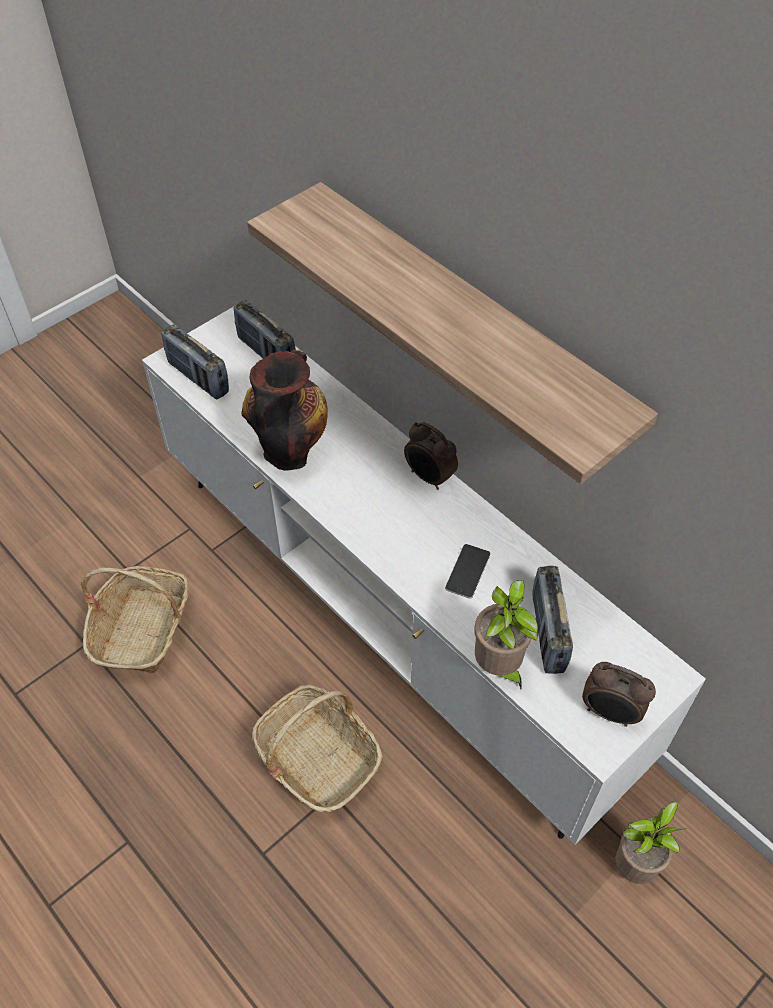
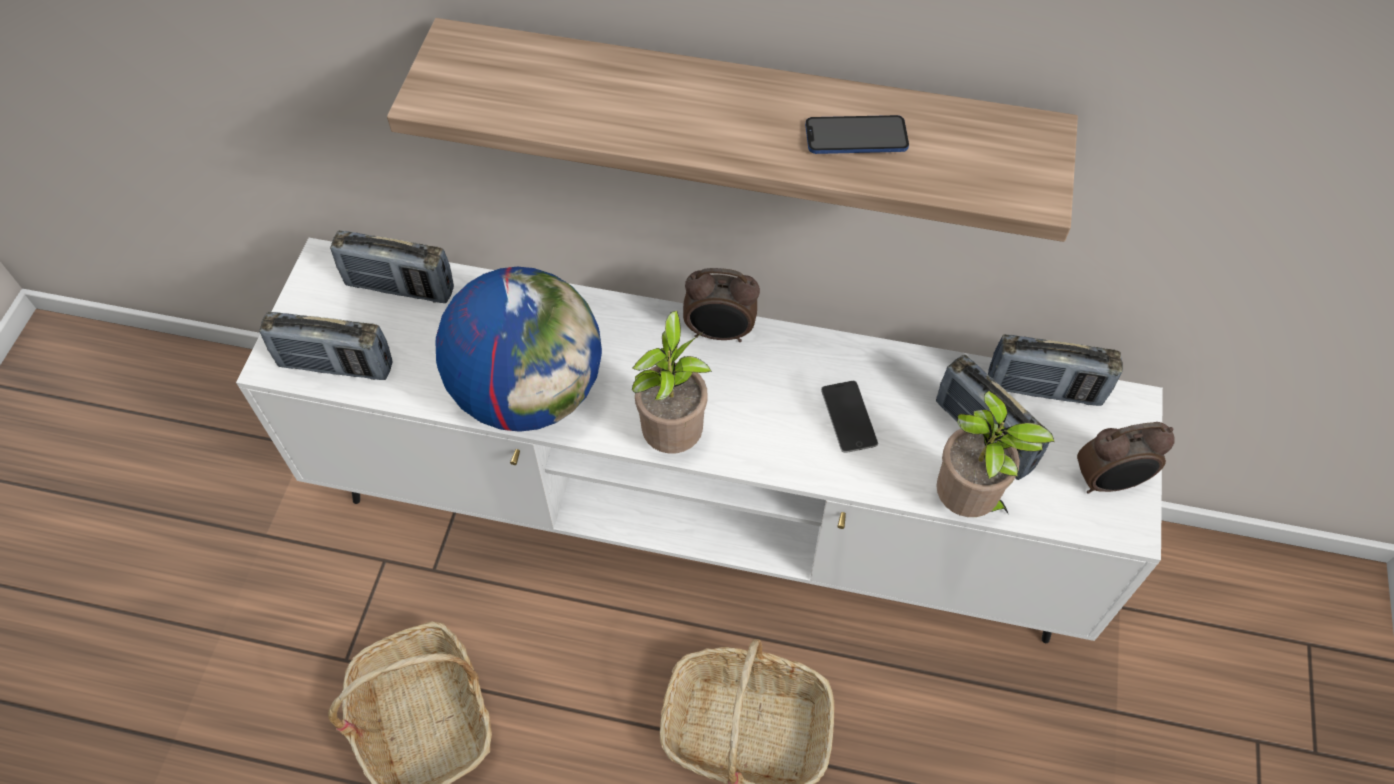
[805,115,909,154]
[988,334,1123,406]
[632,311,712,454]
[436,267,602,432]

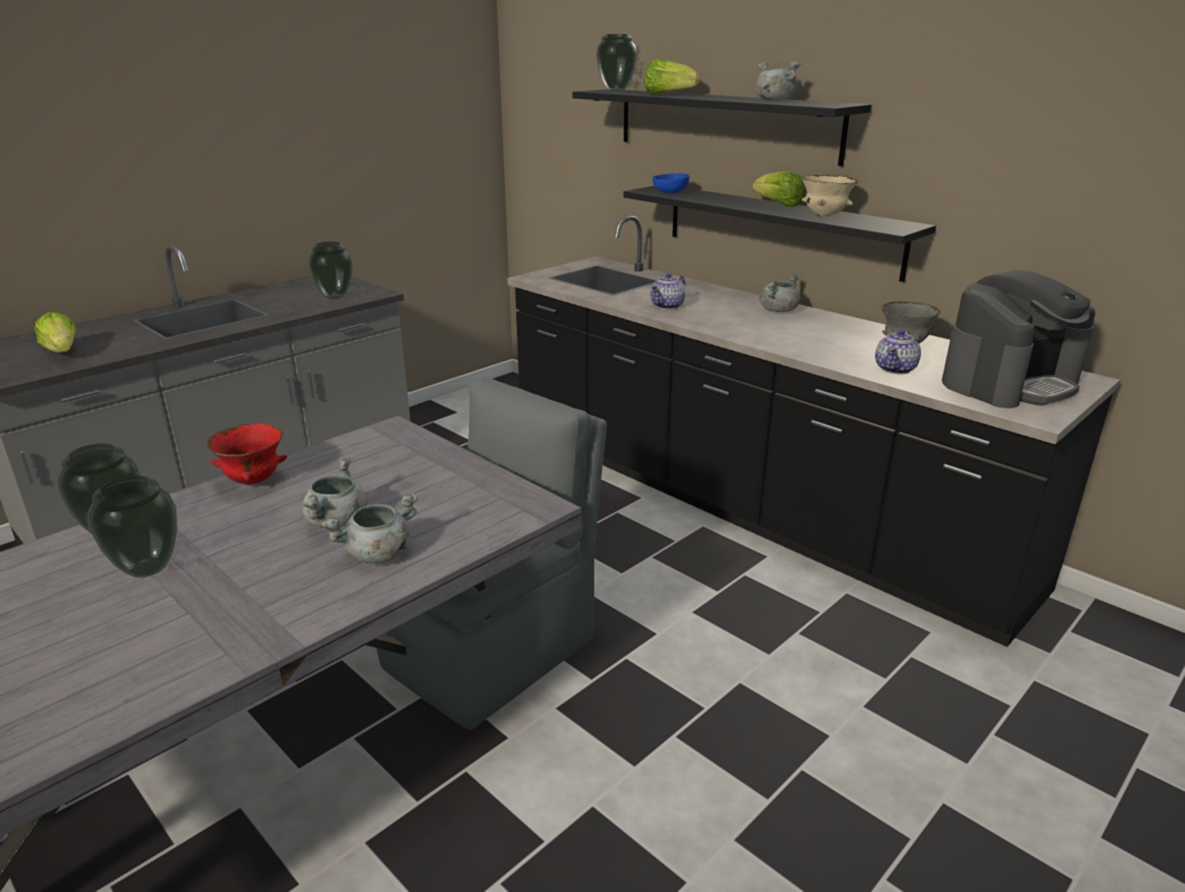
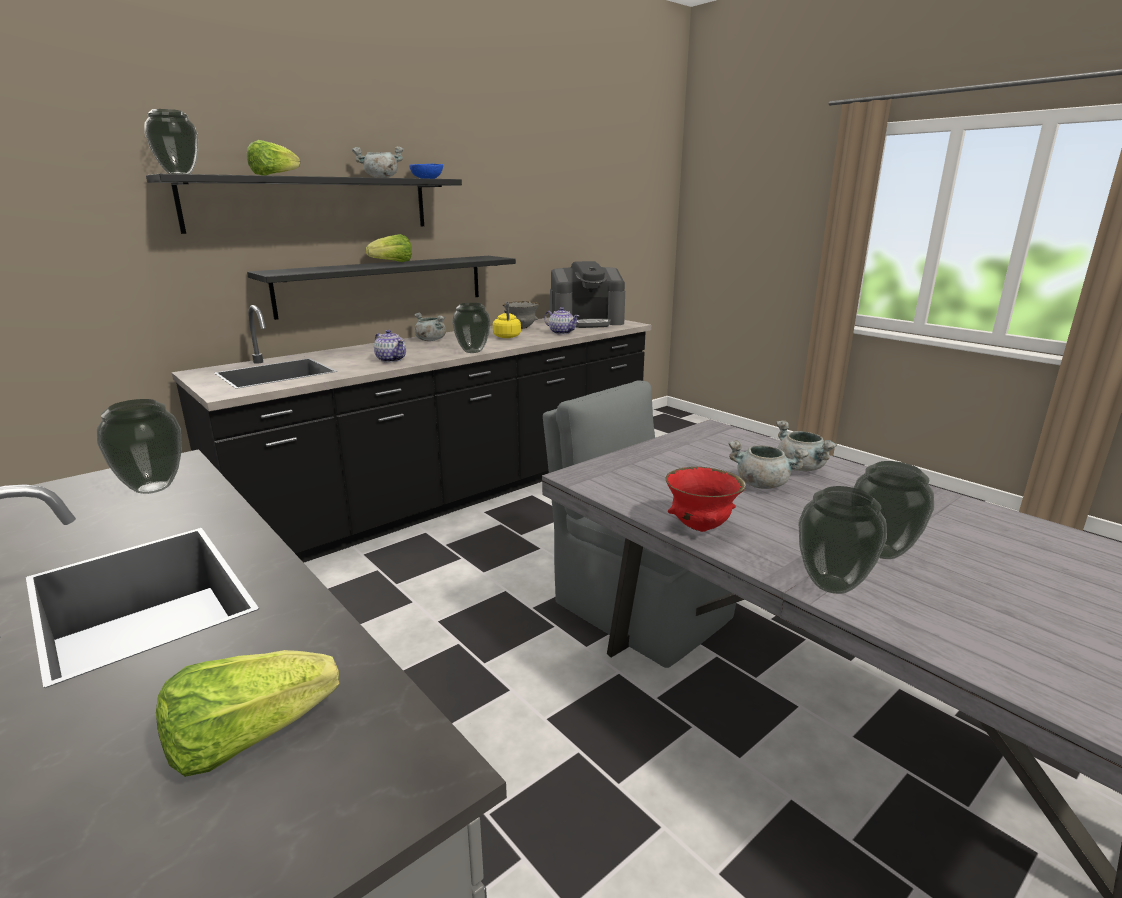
[802,175,859,217] (first image)
[452,303,490,353]
[493,301,521,338]
[409,164,443,179]
[550,261,625,328]

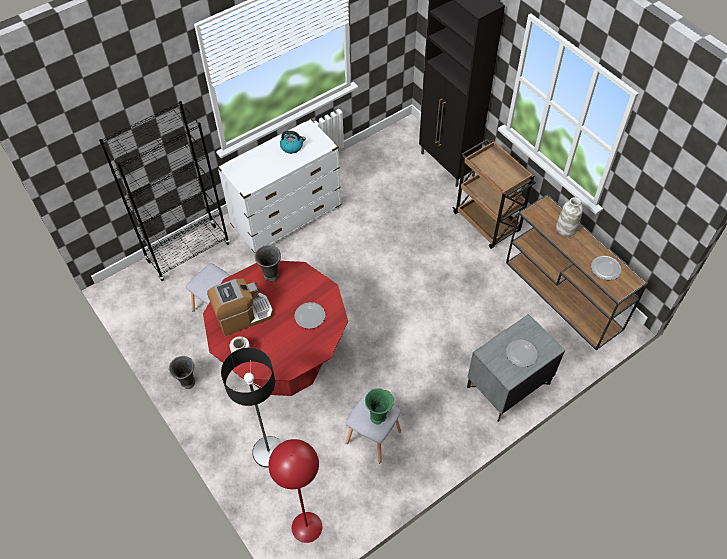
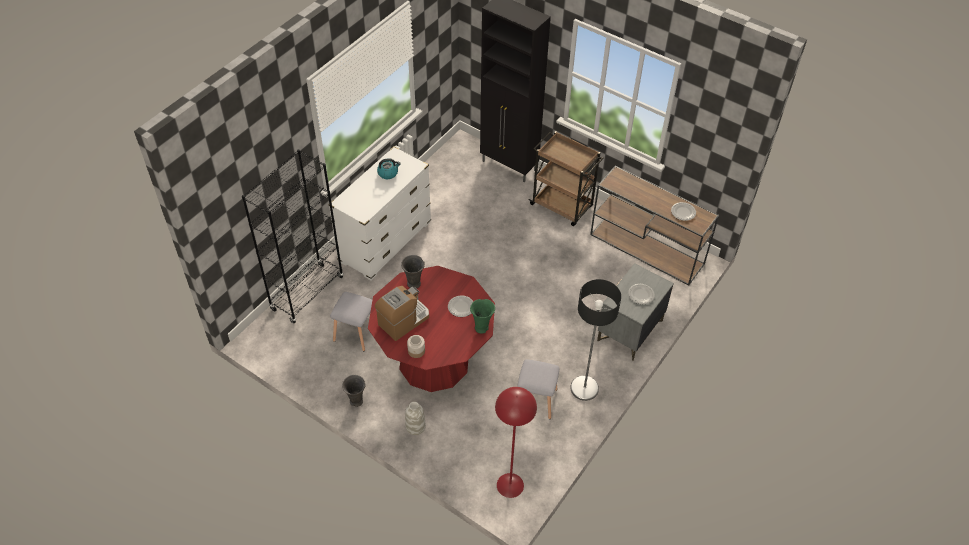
[570,279,621,401]
[470,299,495,334]
[405,402,426,435]

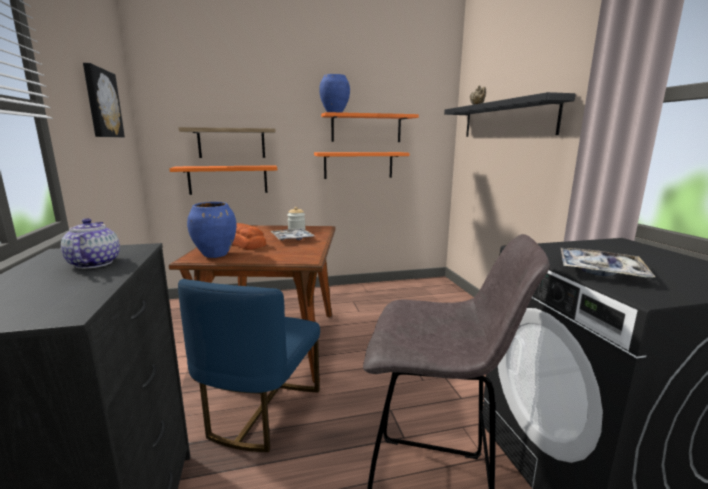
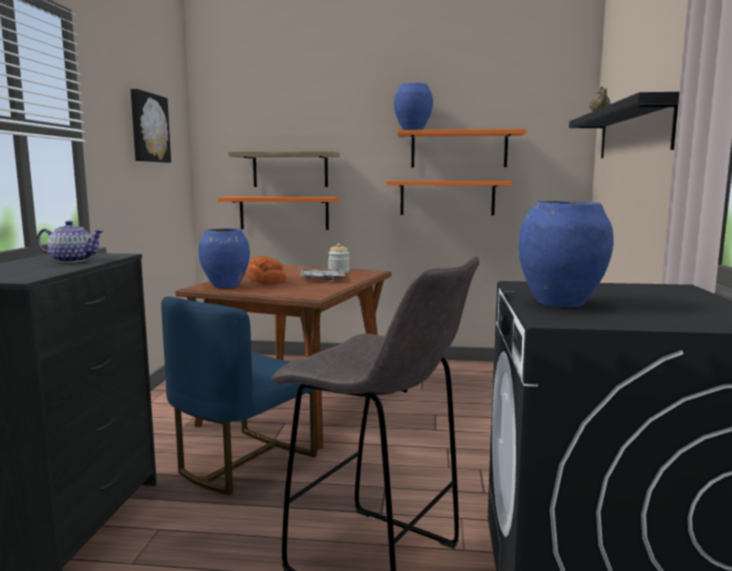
[518,201,614,307]
[36,221,104,263]

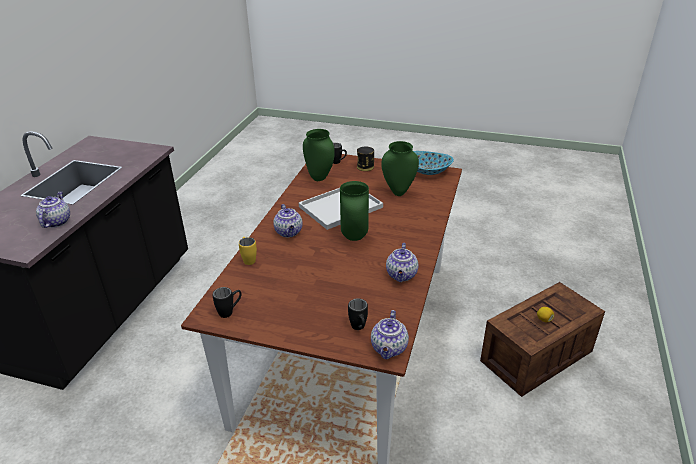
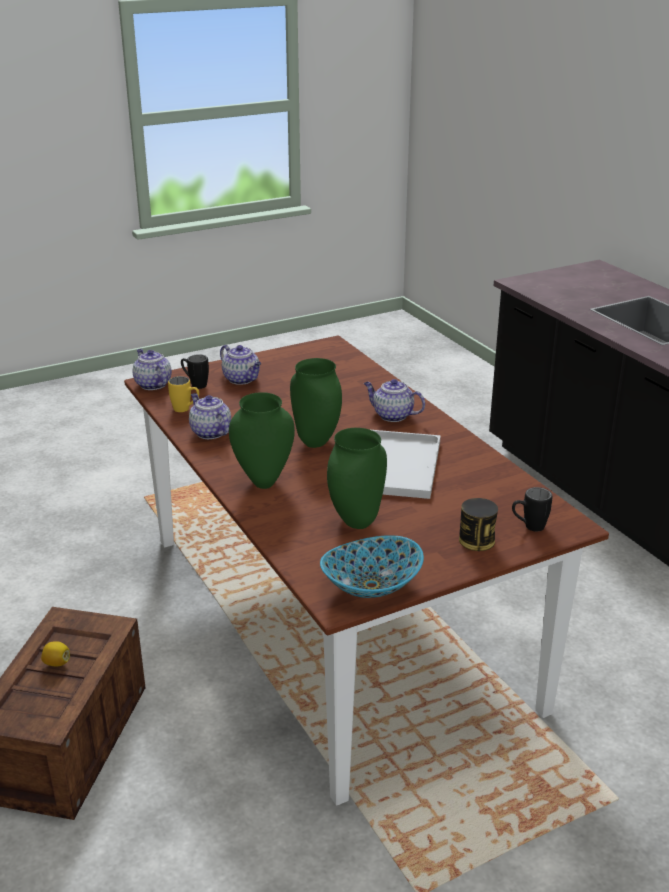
[213,287,241,318] (first image)
[220,345,261,385]
[168,376,199,412]
[229,392,295,489]

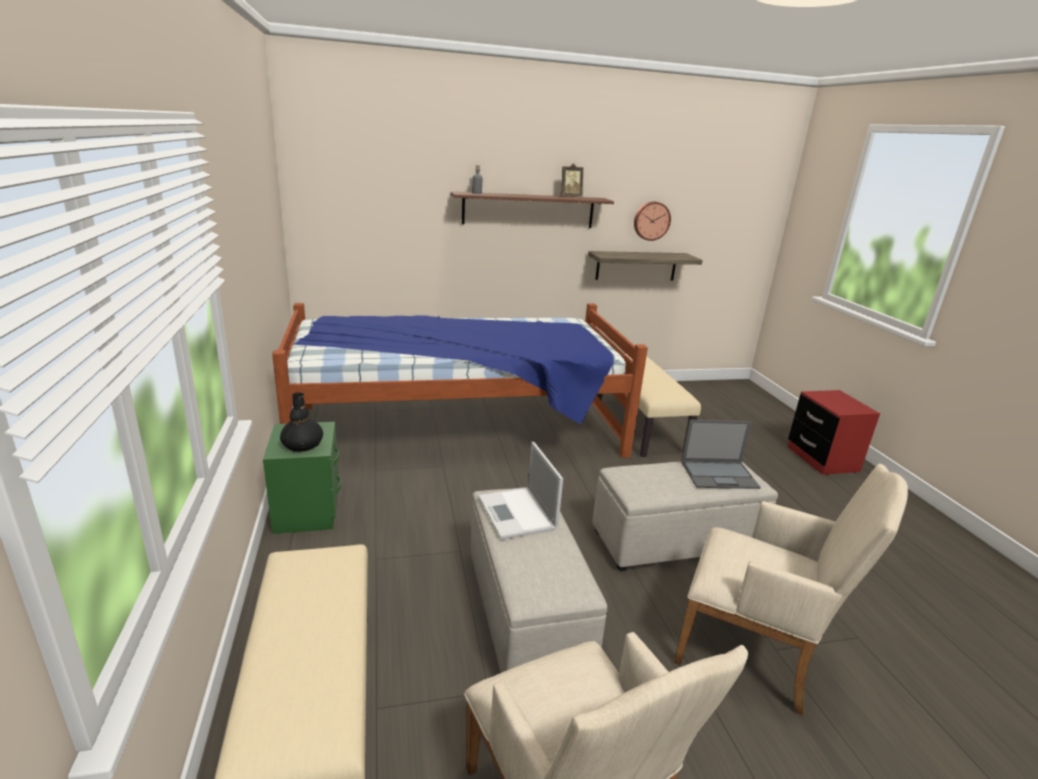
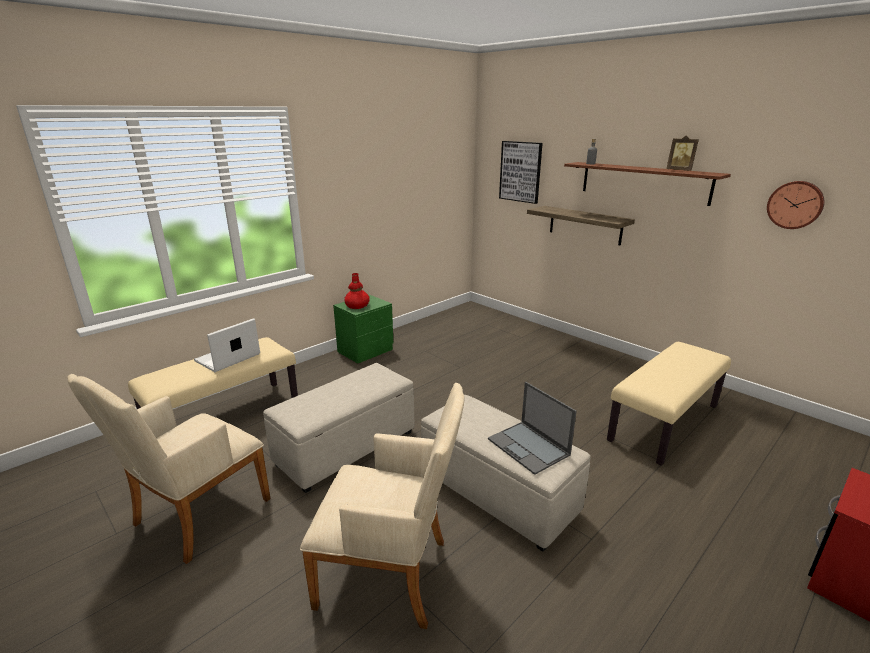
[272,303,648,458] (first image)
[499,141,543,204]
[194,318,260,372]
[527,206,635,245]
[345,273,370,309]
[300,383,465,629]

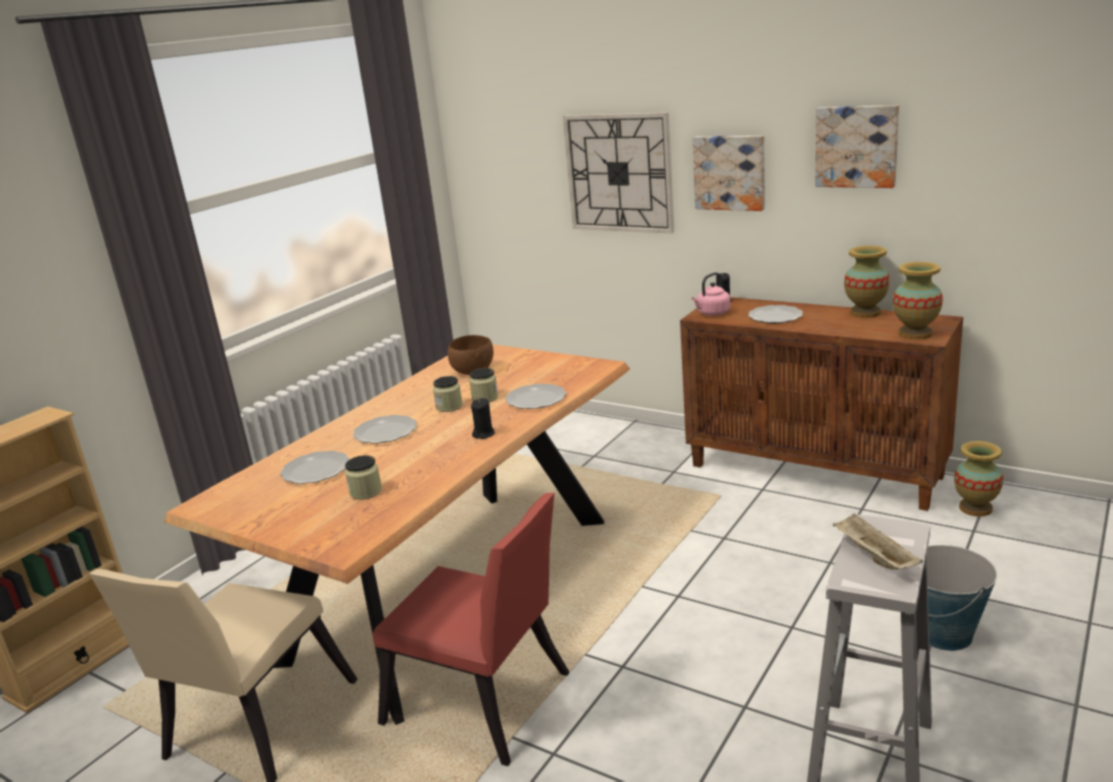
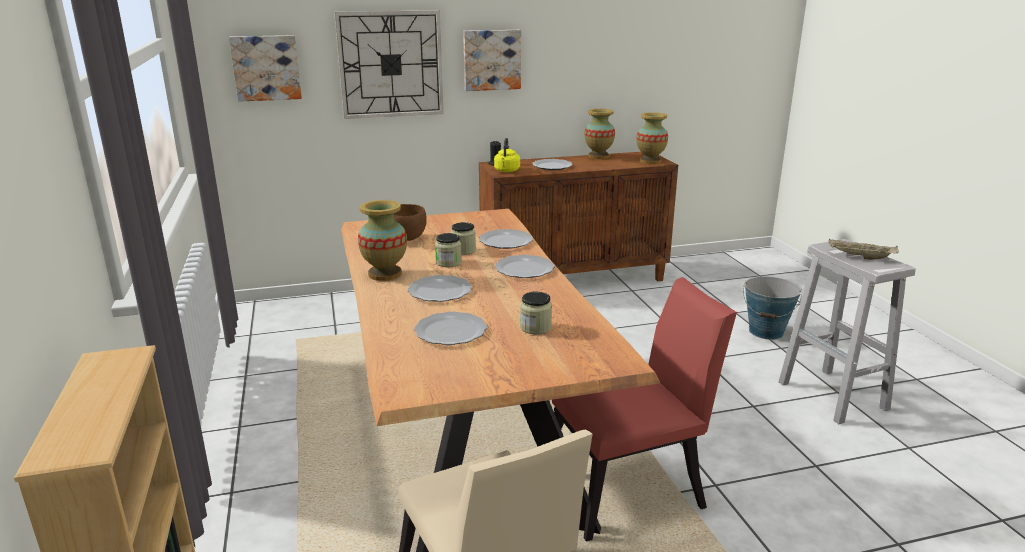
[229,35,302,102]
[358,200,407,281]
[495,255,555,278]
[494,138,520,172]

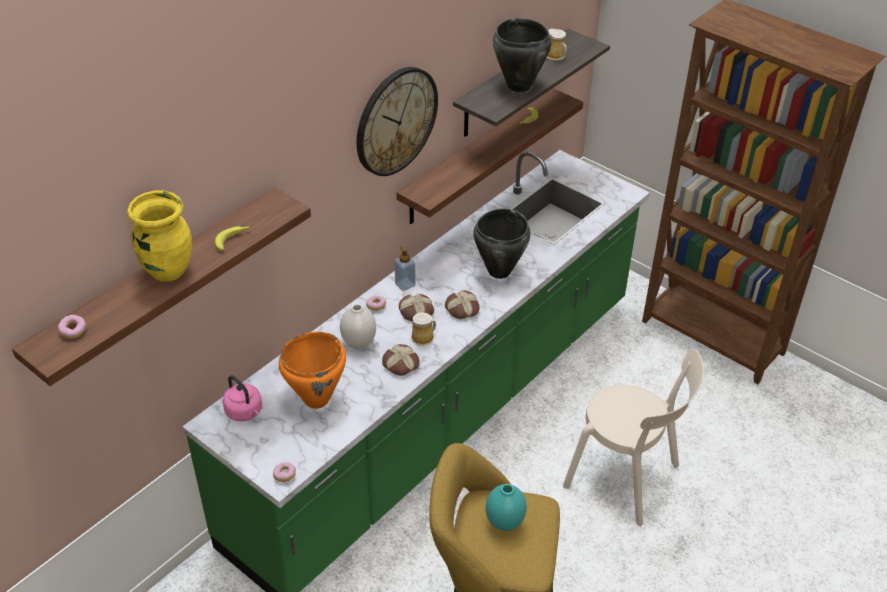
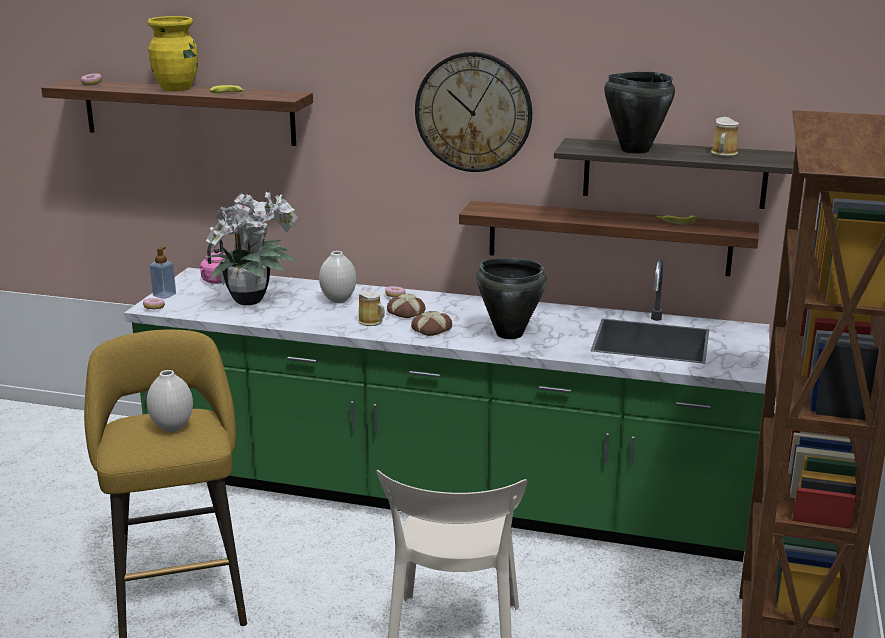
[382,344,420,376] (first image)
[150,247,176,299]
[197,189,298,305]
[147,370,193,432]

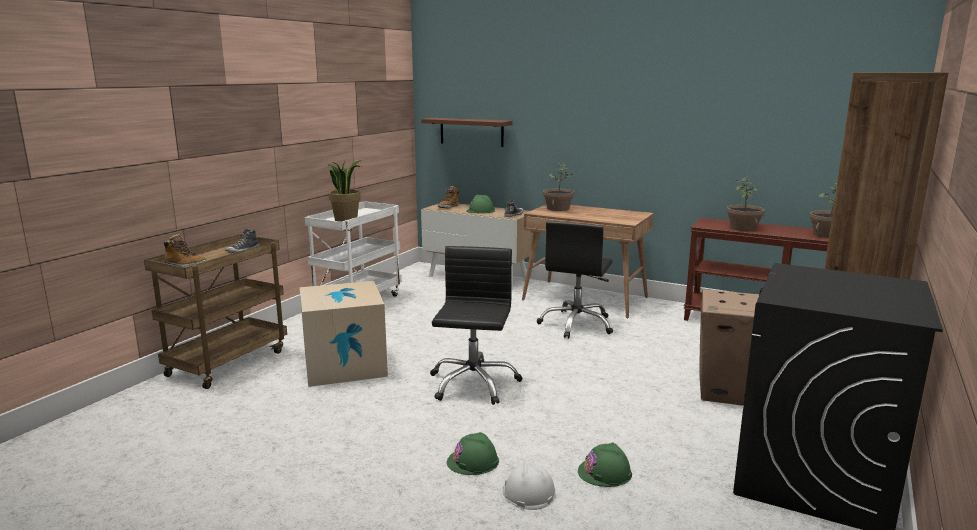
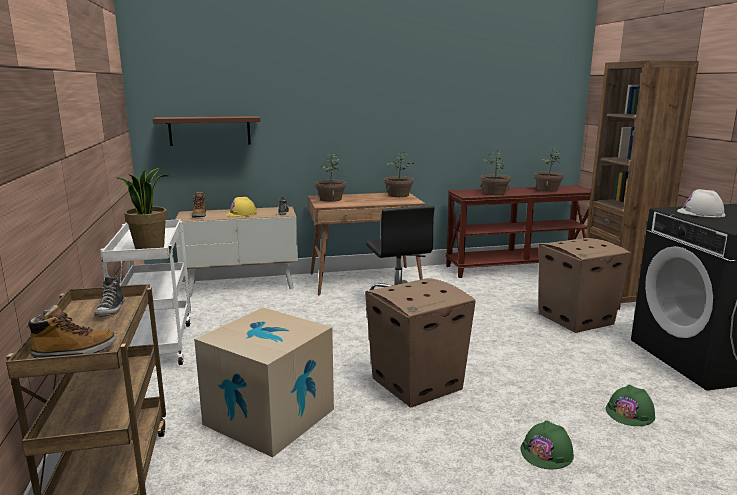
[384,154,414,197]
[677,189,725,217]
[365,278,476,408]
[226,197,258,217]

